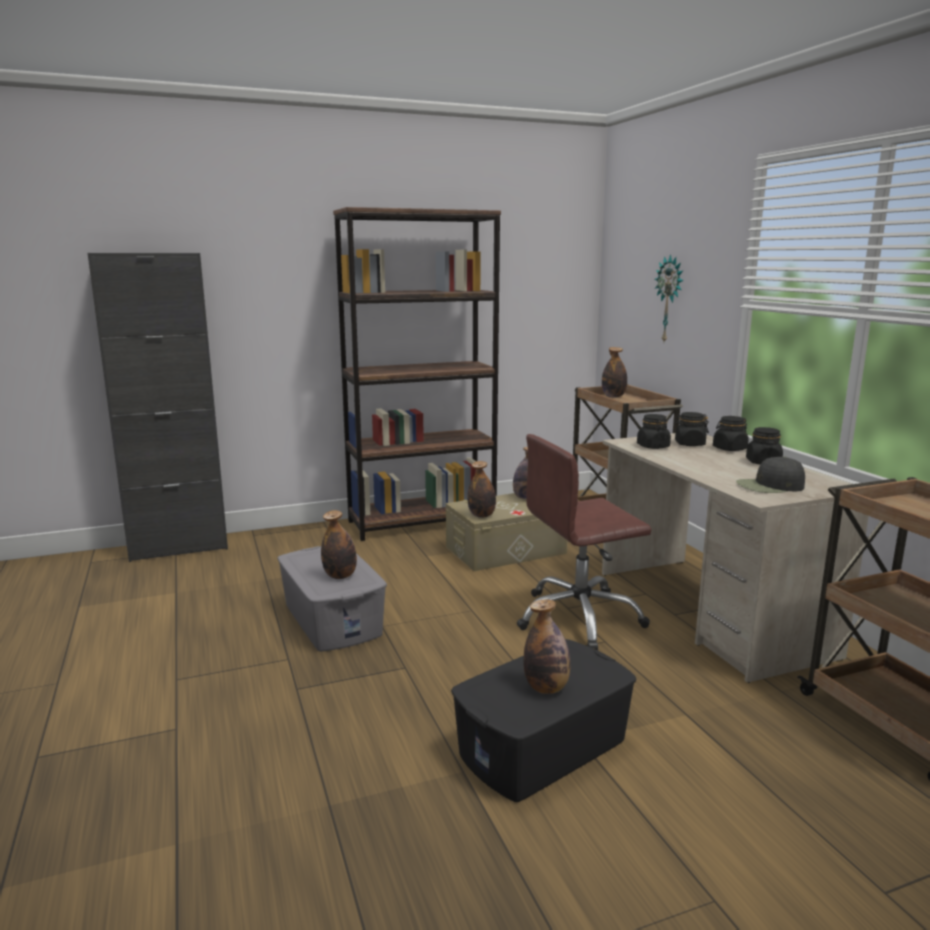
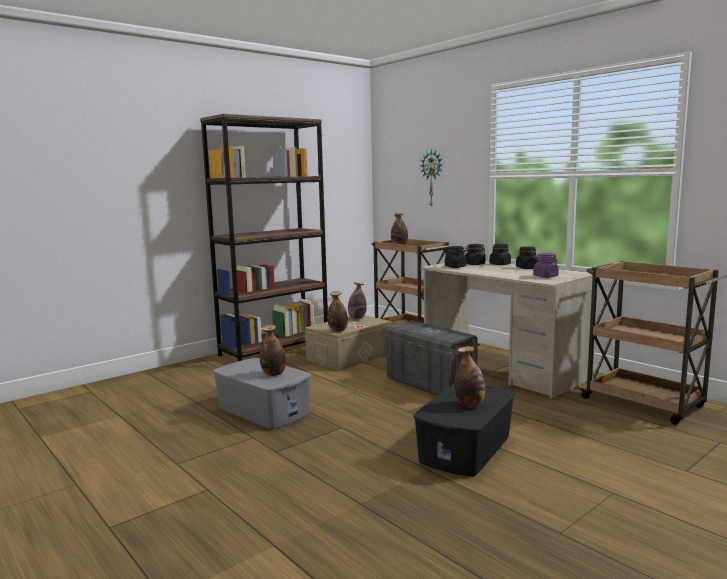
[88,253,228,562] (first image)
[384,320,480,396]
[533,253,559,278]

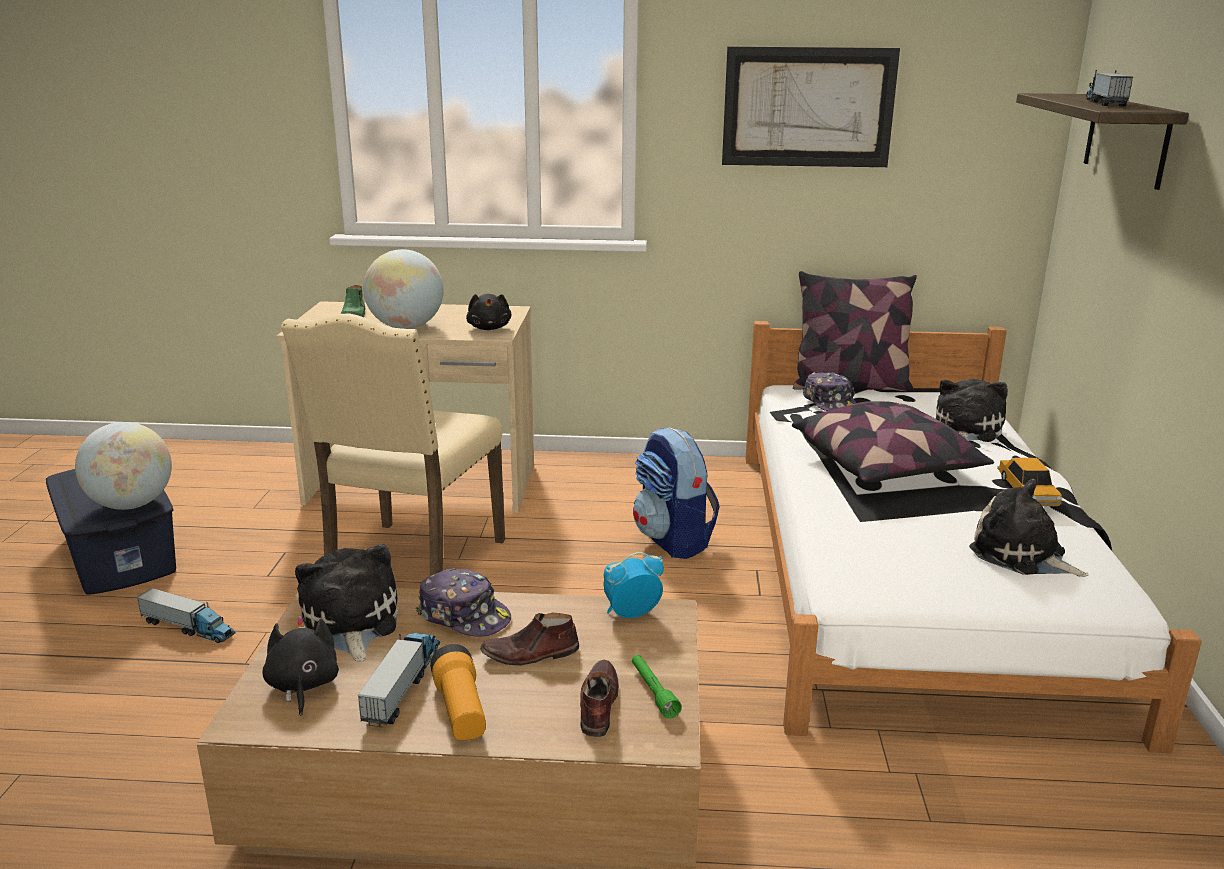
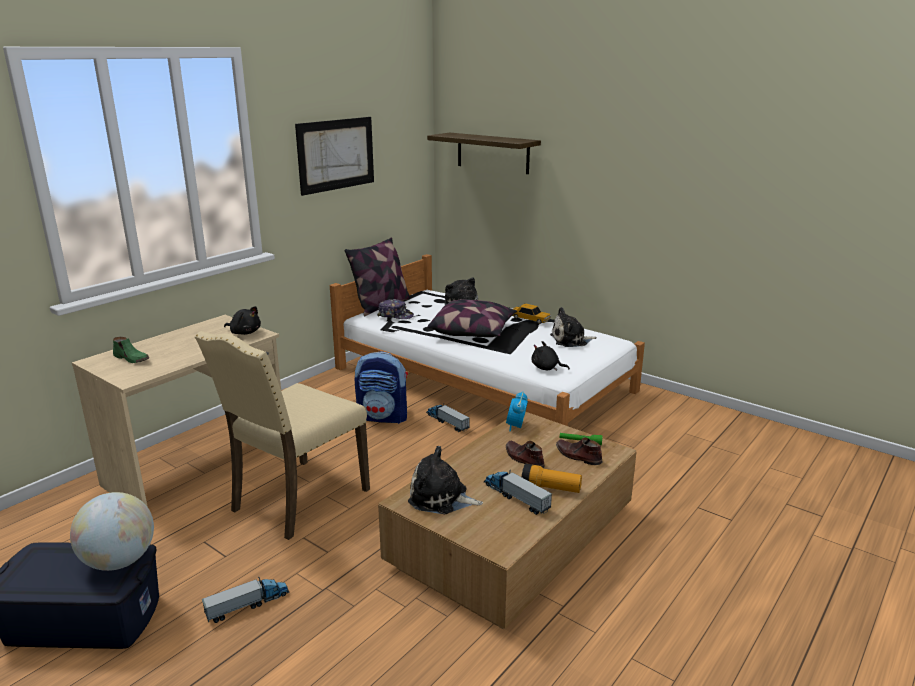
[363,249,444,329] (first image)
[416,568,511,637] (first image)
[532,341,570,371]
[426,404,470,432]
[195,331,370,540]
[506,441,545,468]

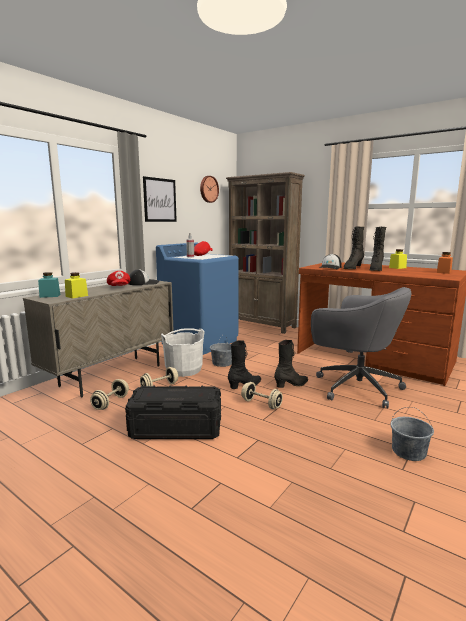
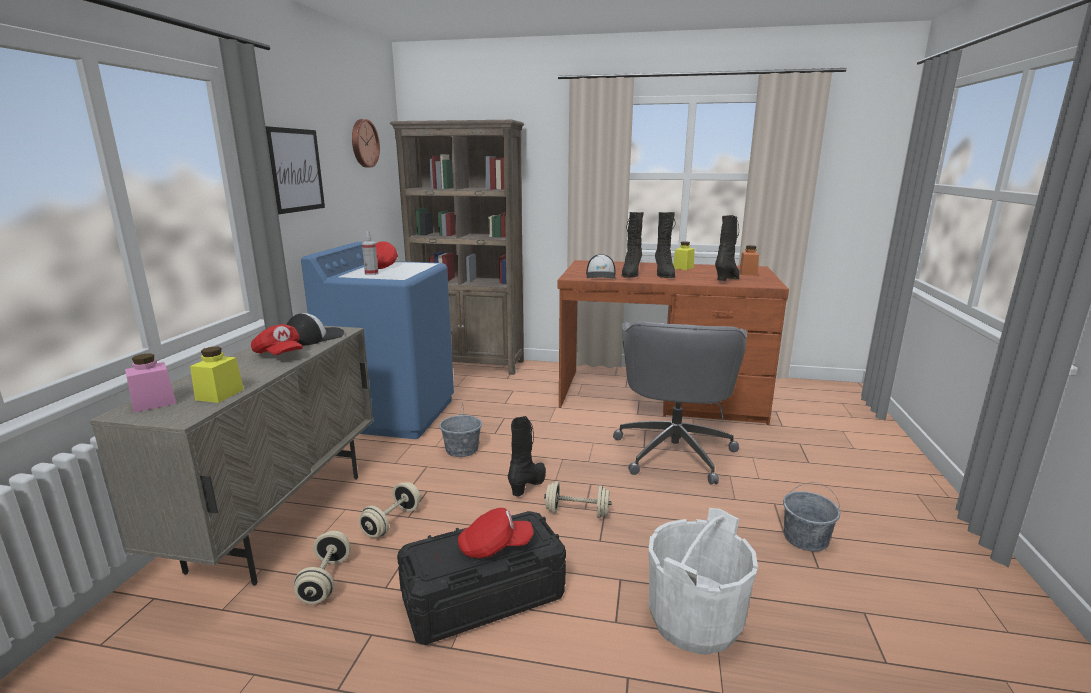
[458,508,534,558]
[648,508,758,655]
[715,215,740,281]
[125,353,176,413]
[613,321,747,485]

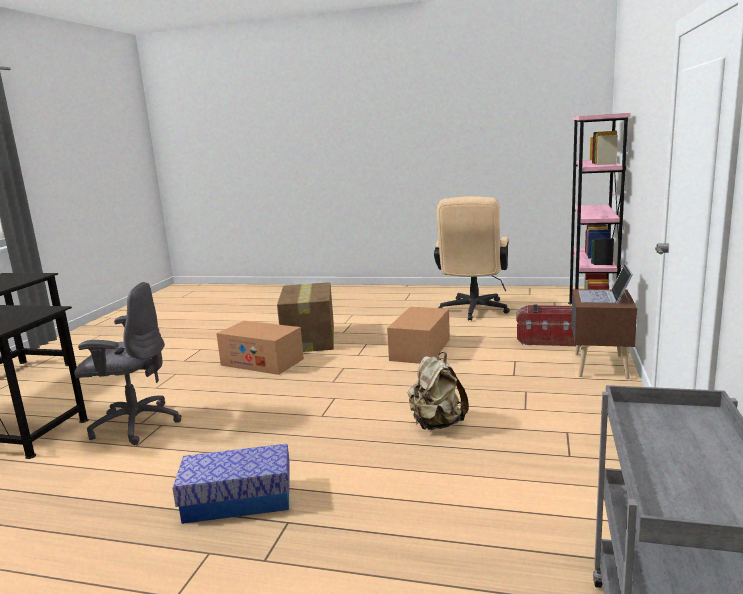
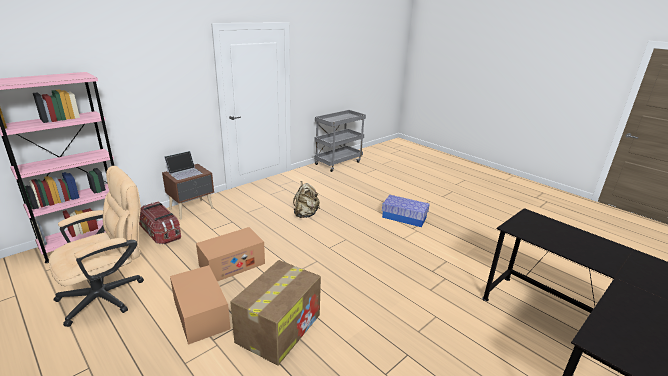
[74,282,182,445] (first image)
[170,265,231,345]

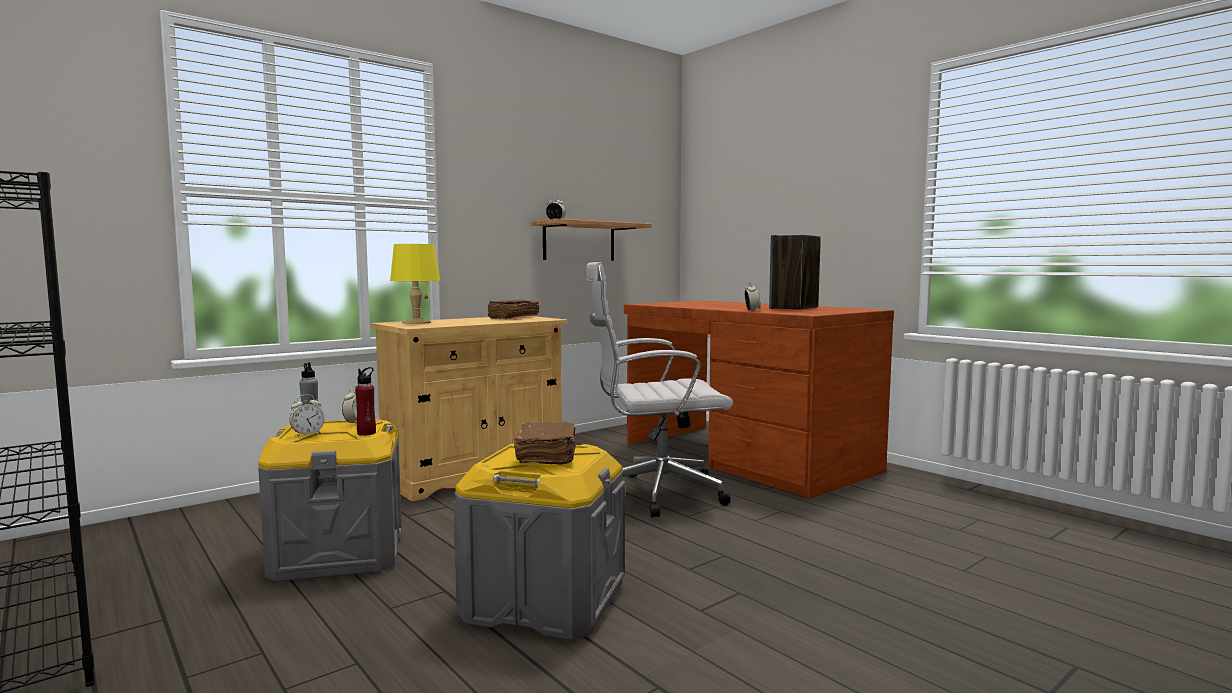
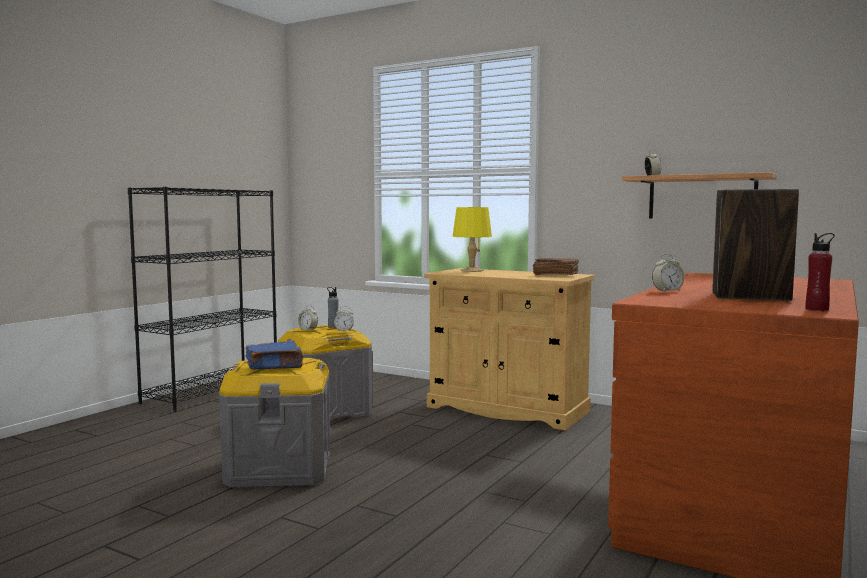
[586,262,733,518] (first image)
[806,233,834,311]
[246,341,304,370]

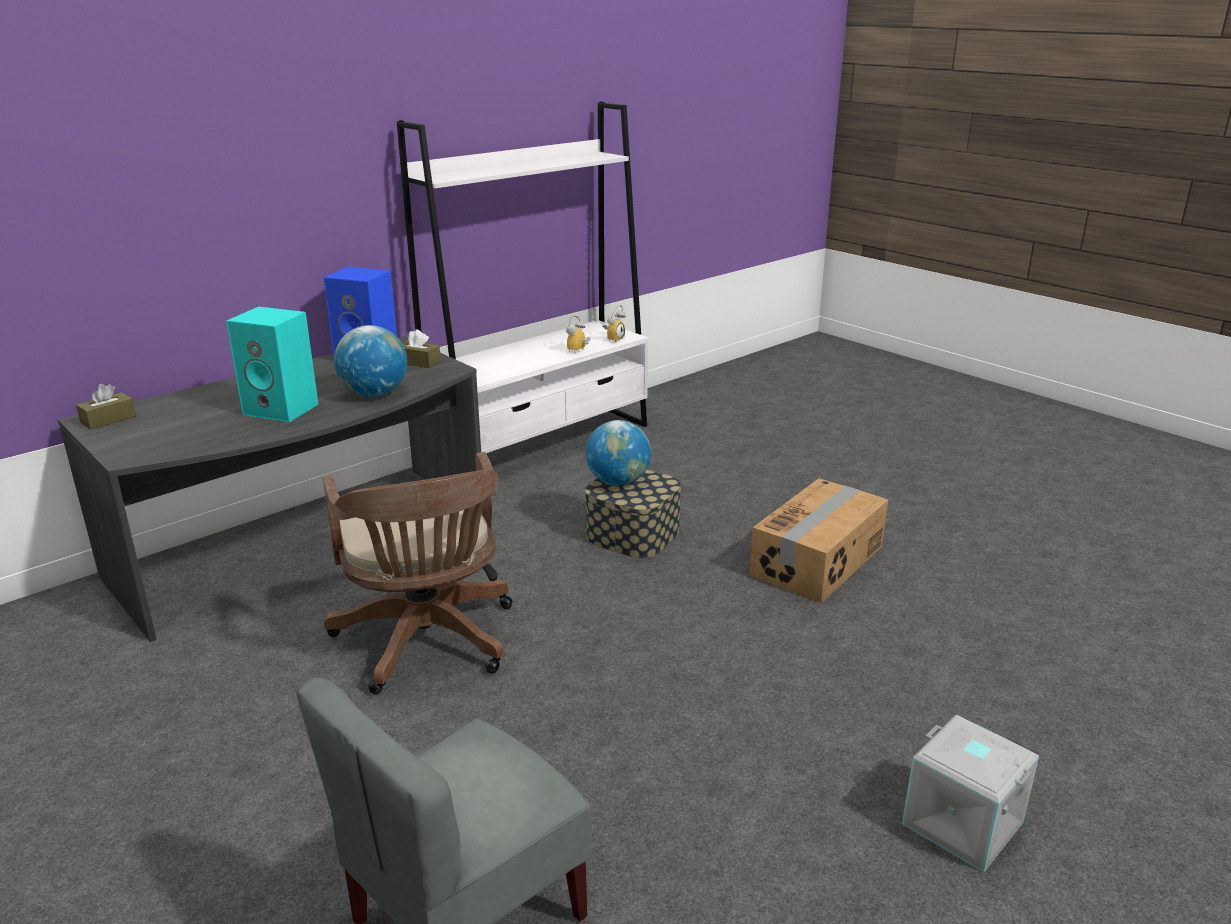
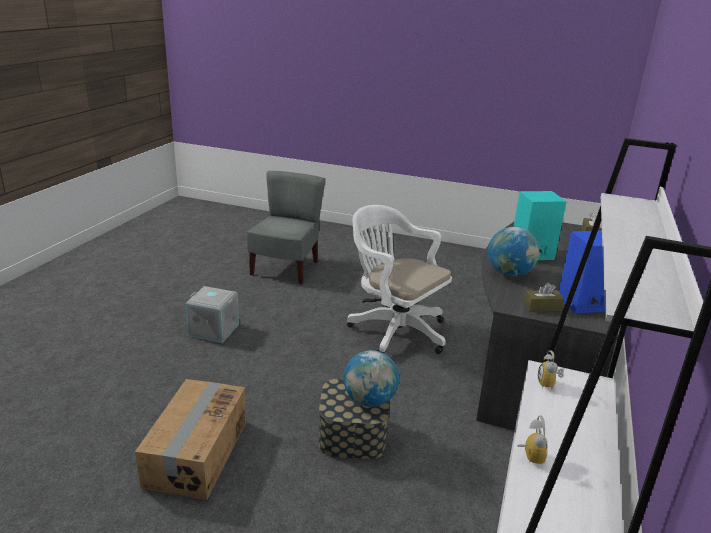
[538,350,564,389]
[185,286,239,343]
[347,205,452,354]

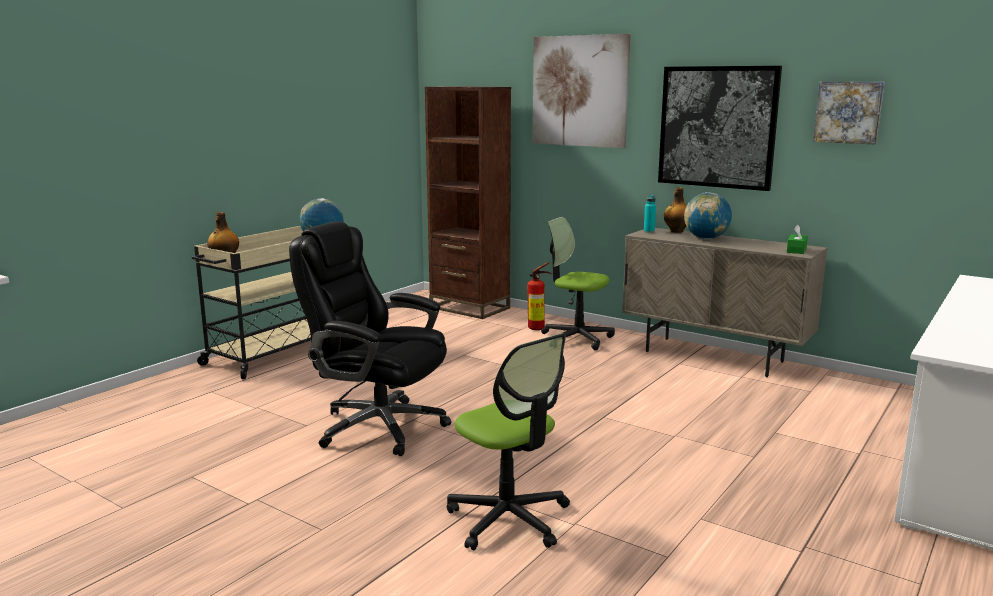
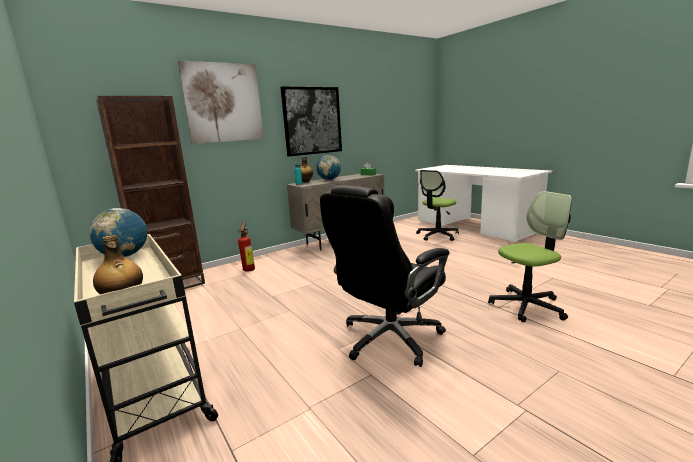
[813,82,885,144] (first image)
[416,170,459,241]

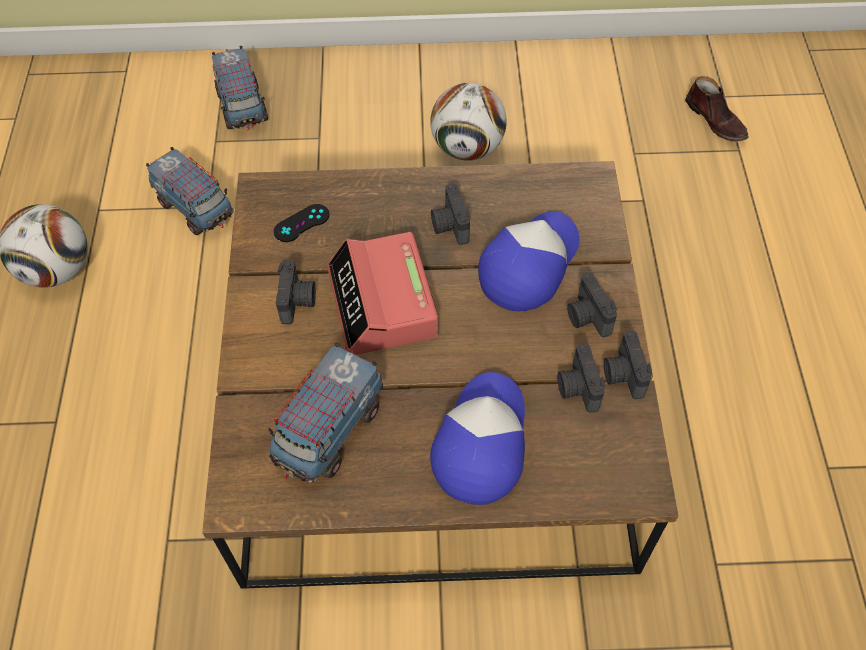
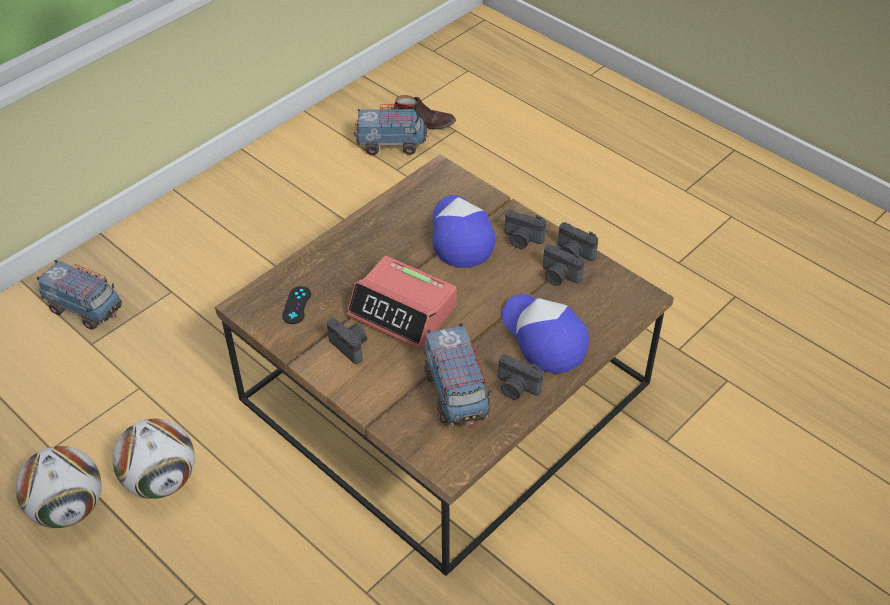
[354,104,428,155]
[113,419,195,499]
[498,354,543,400]

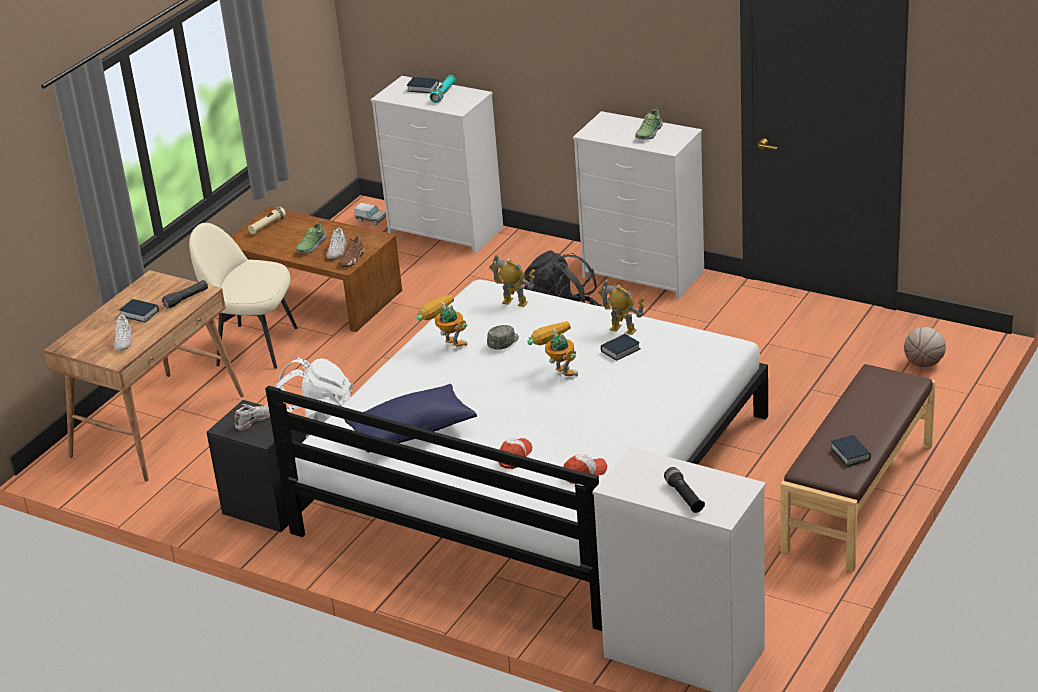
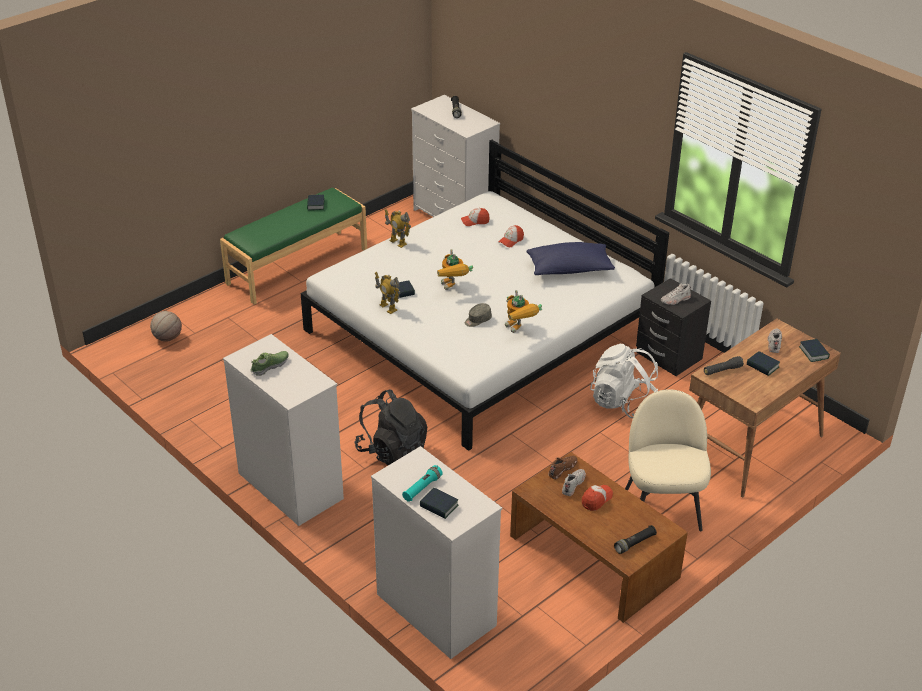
[354,203,386,225] (first image)
[799,339,830,362]
[385,209,411,248]
[582,485,613,511]
[614,525,657,554]
[220,188,367,305]
[625,389,711,531]

